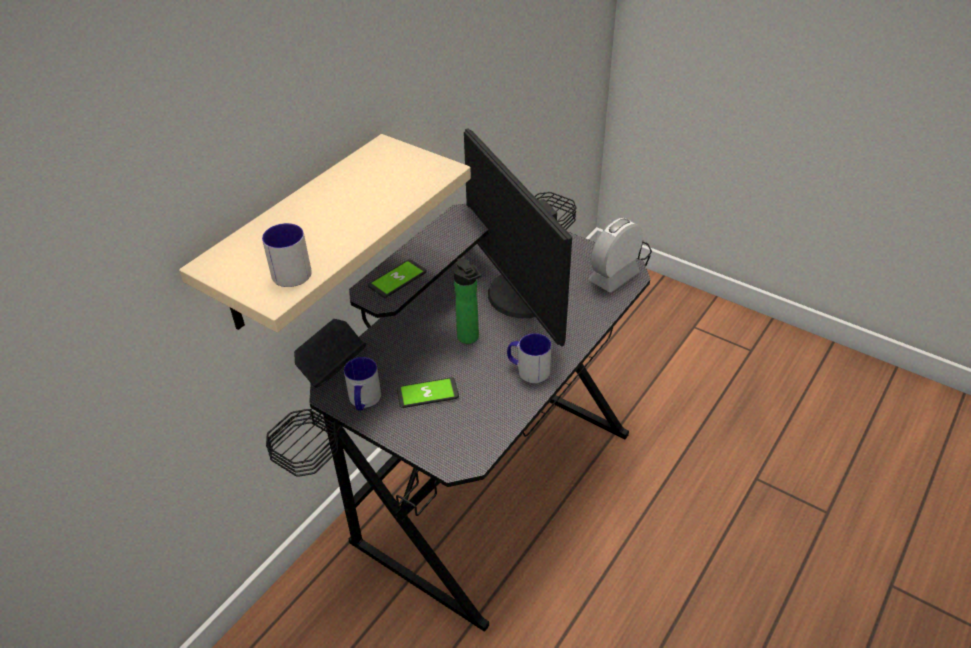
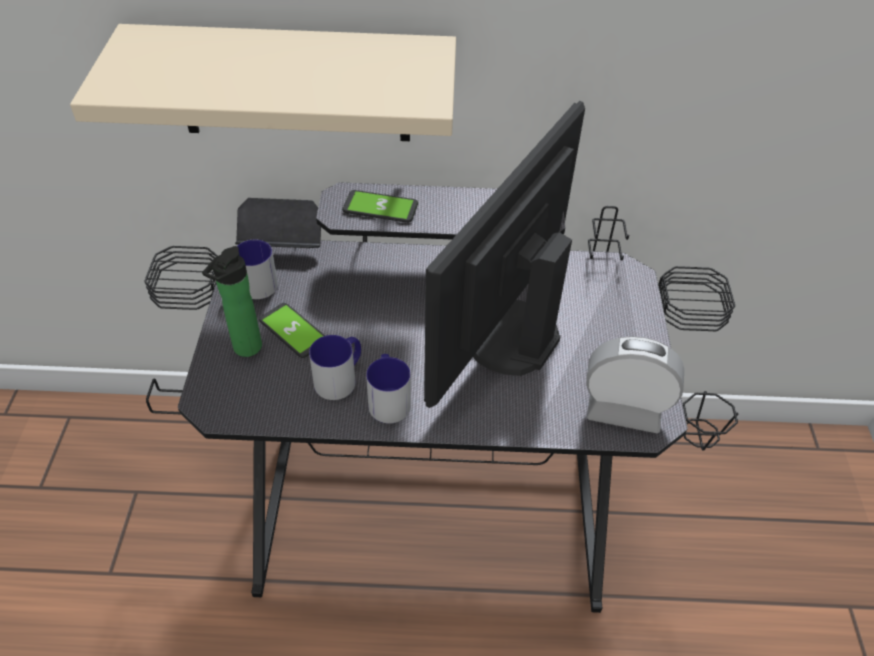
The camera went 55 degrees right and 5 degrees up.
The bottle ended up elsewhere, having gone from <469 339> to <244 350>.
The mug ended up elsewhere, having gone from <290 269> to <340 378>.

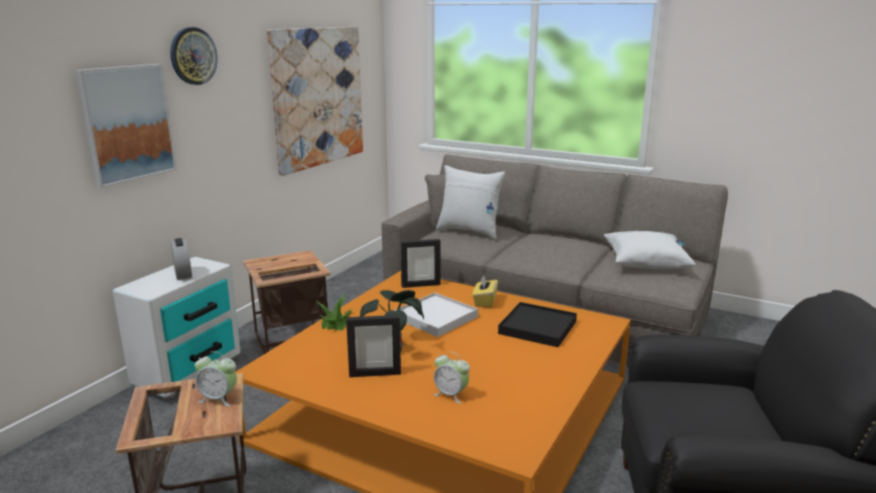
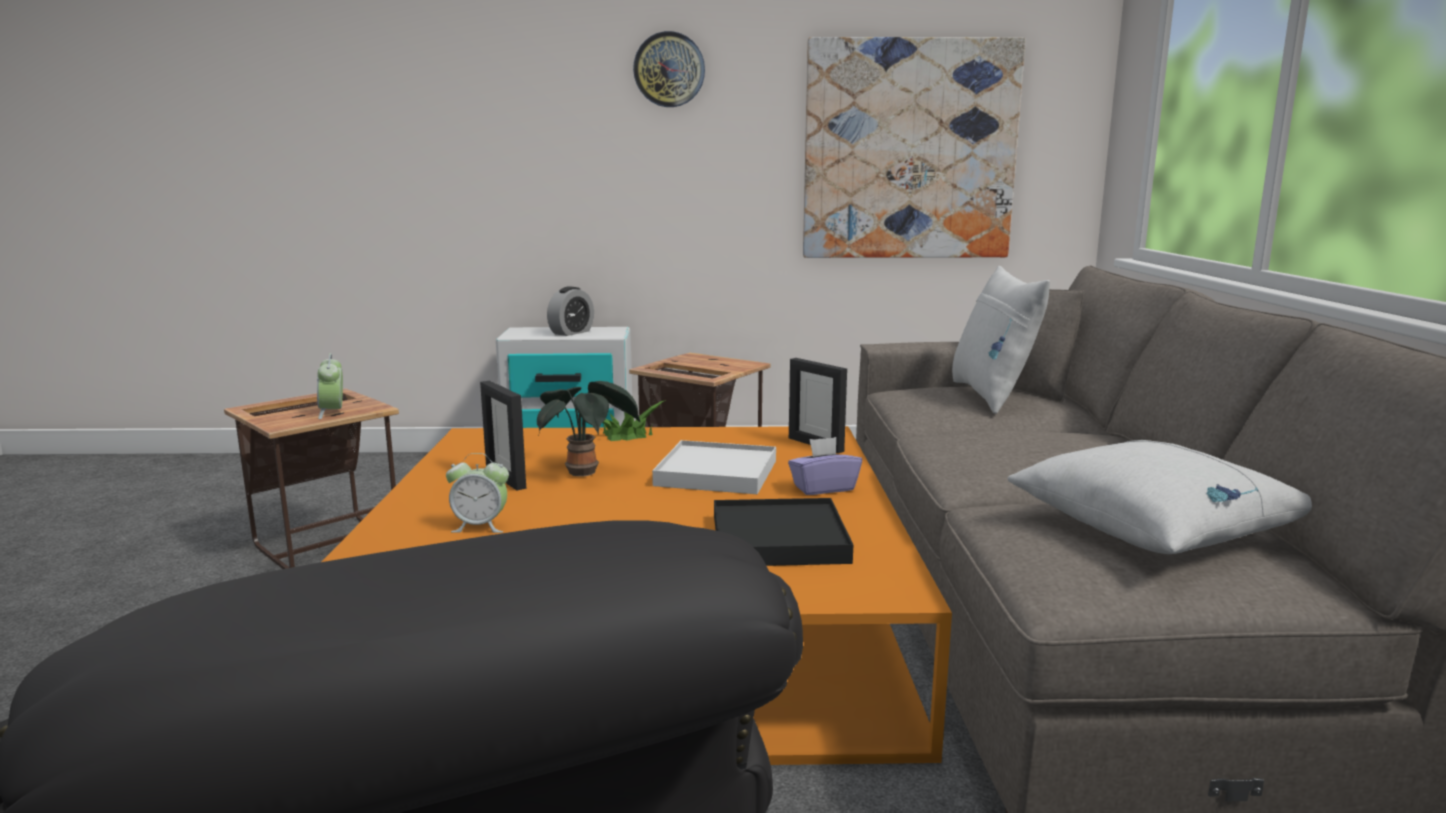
The camera went 60 degrees right and 5 degrees down.
The alarm clock at <451 395> ended up facing another way, 90 degrees counterclockwise from before.
What was the tissue box/yellow at <484 301> turned into the tissue box/purple at <823 488>.
The second view lost the picture at <127 123>.

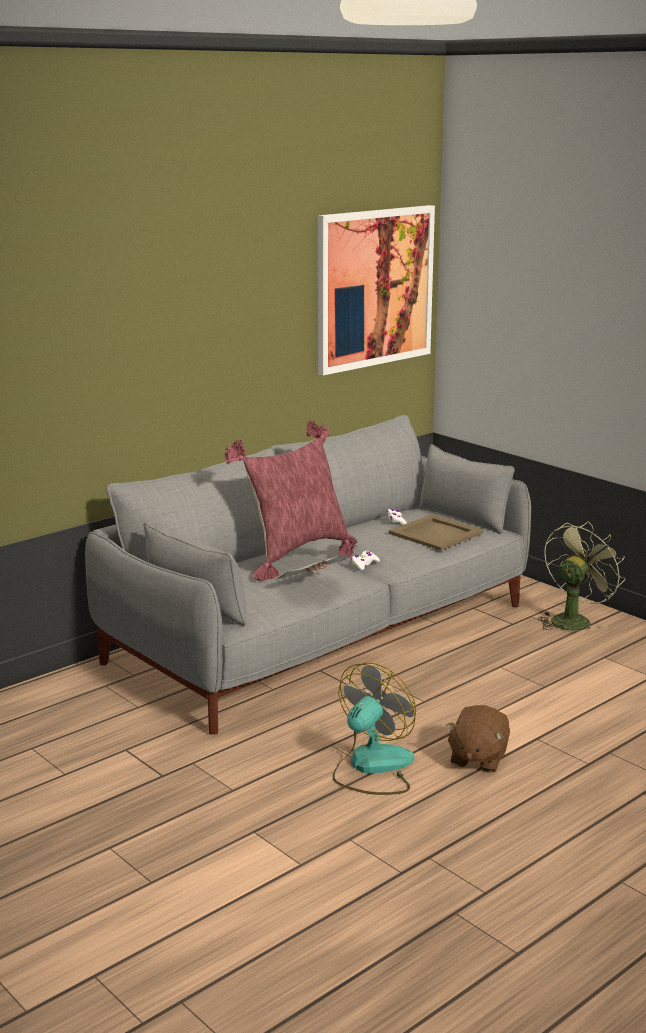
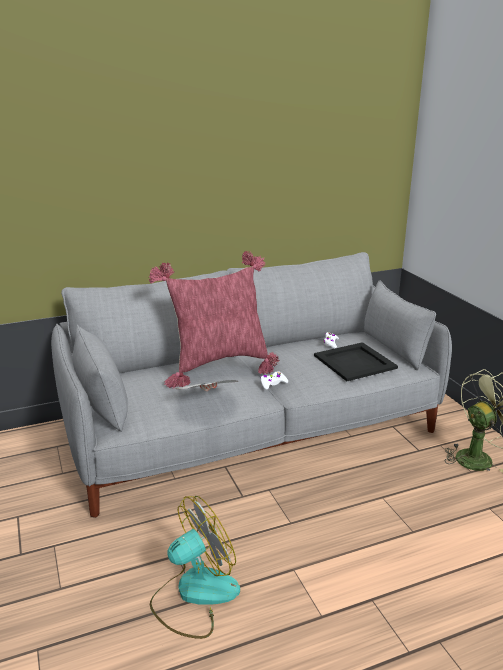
The camera went 20 degrees right and 5 degrees up.
What was the tray/beige at <436 533> turned into the tray/black at <355 362>.
The second view lost the picture at <374 288>.
The second view lost the plush toy/brown at <477 758>.

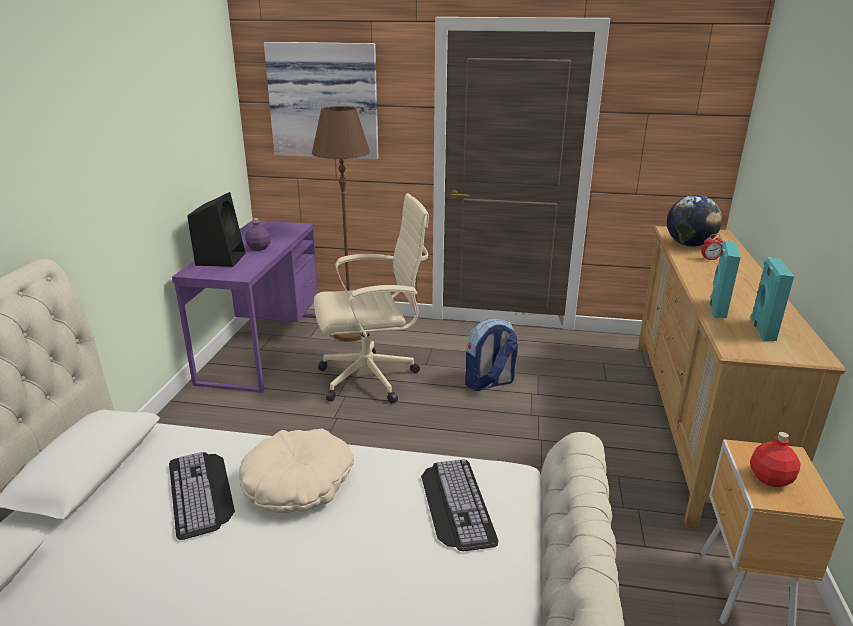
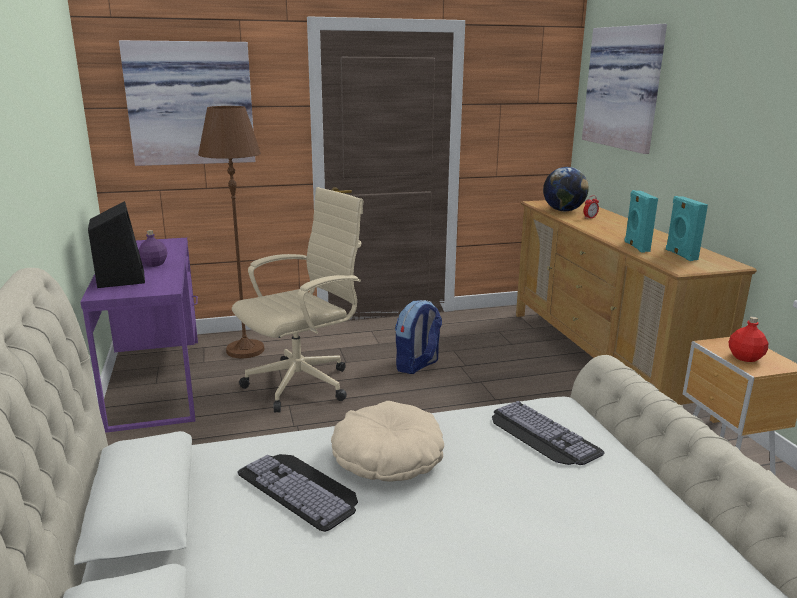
The camera went 25 degrees left and 5 degrees down.
The second view gained the picture at <626 87>.

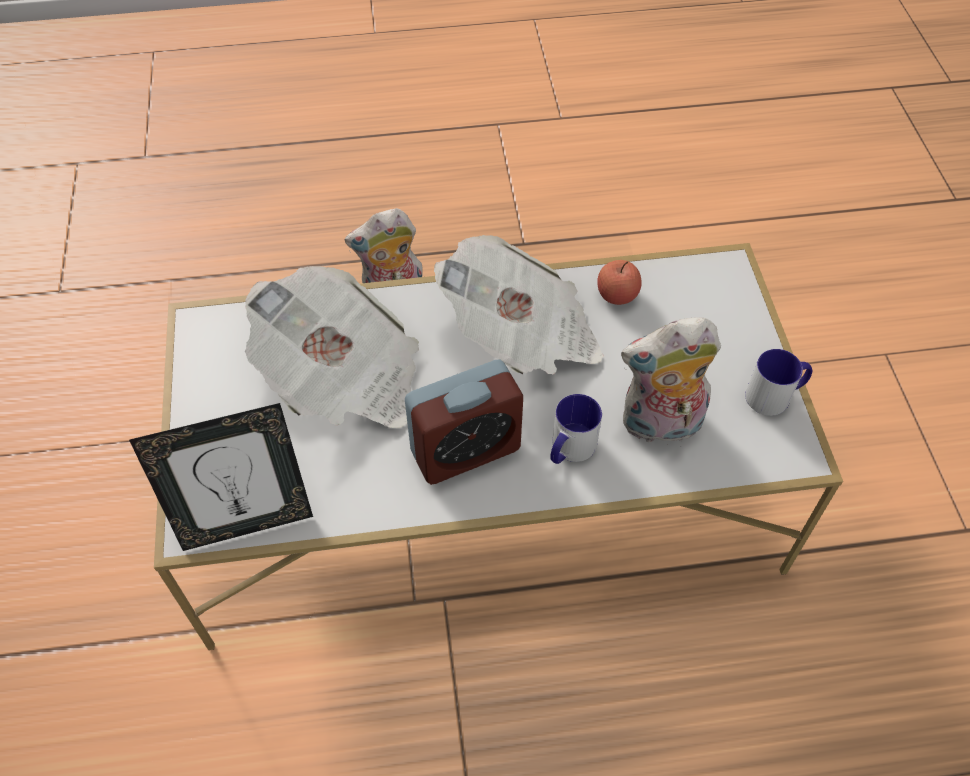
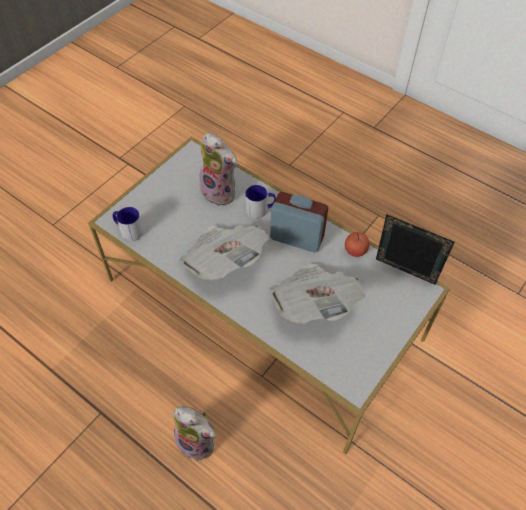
The camera went 135 degrees left and 0 degrees up.
The mug ended up elsewhere, having gone from <775 395> to <128 230>.
The apple ended up elsewhere, having gone from <617 295> to <355 250>.

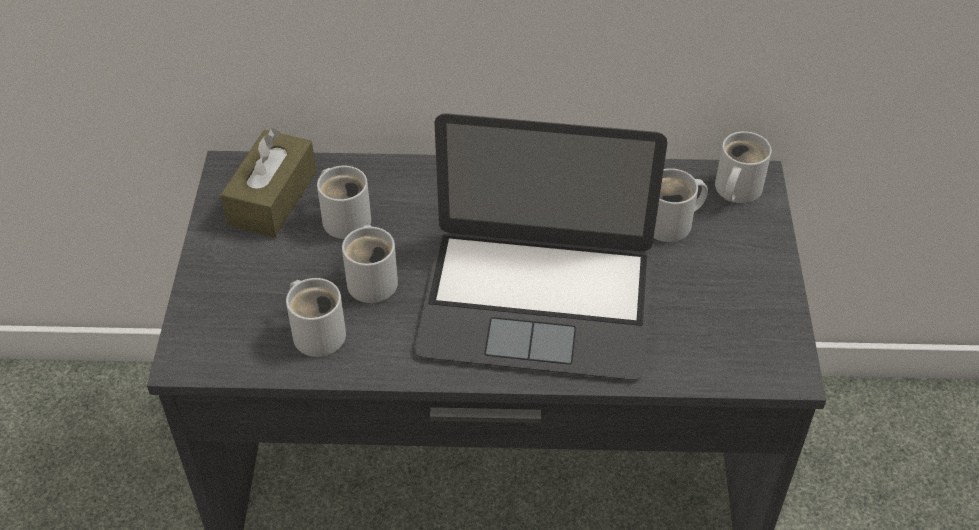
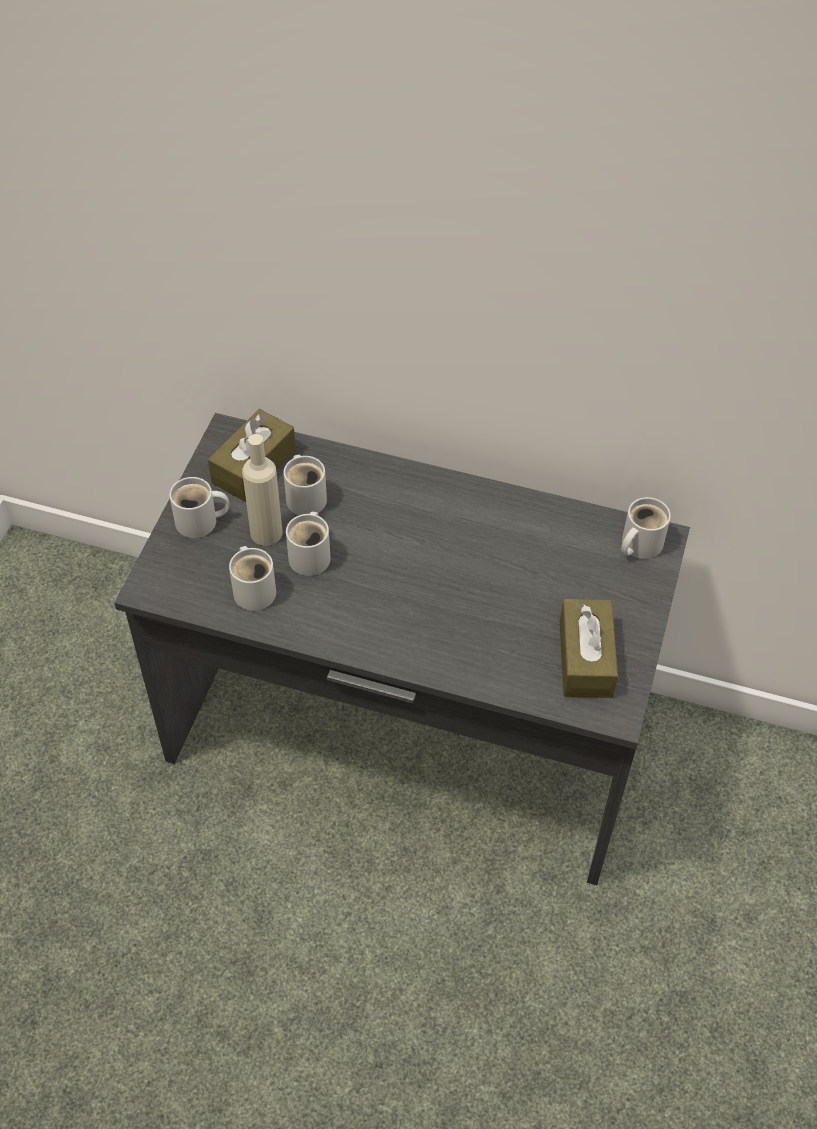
The camera went 15 degrees right and 5 degrees up.
The mug/white ended up elsewhere, having gone from <672 224> to <200 522>.
The second view gained the bottle/beige at <266 533>.
The second view gained the tissue box/brown at <585 658>.
The second view lost the laptop at <536 302>.

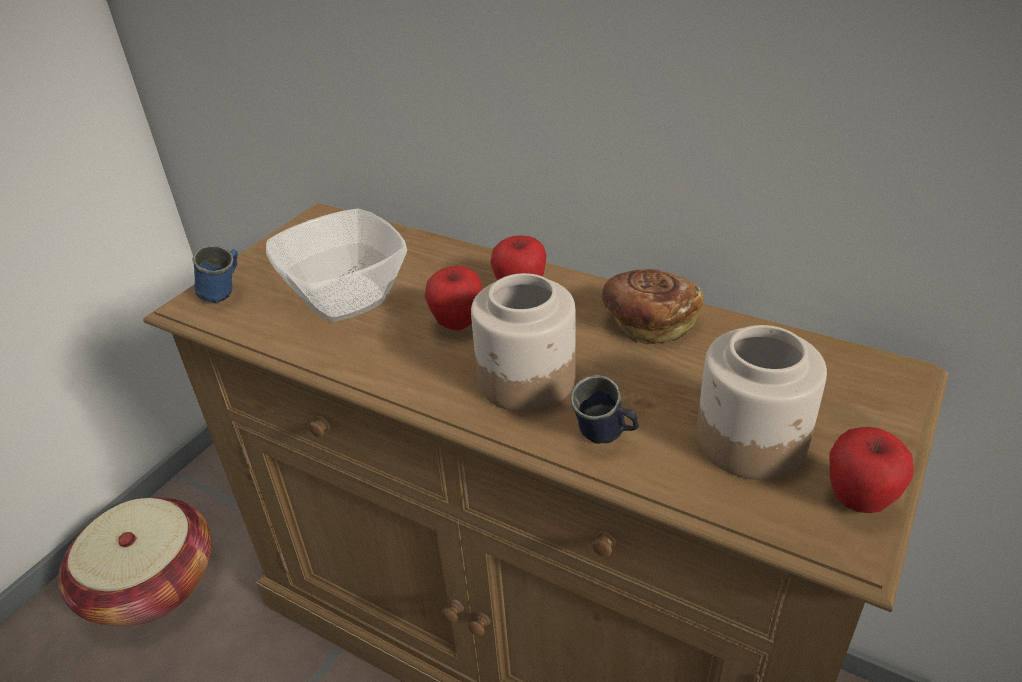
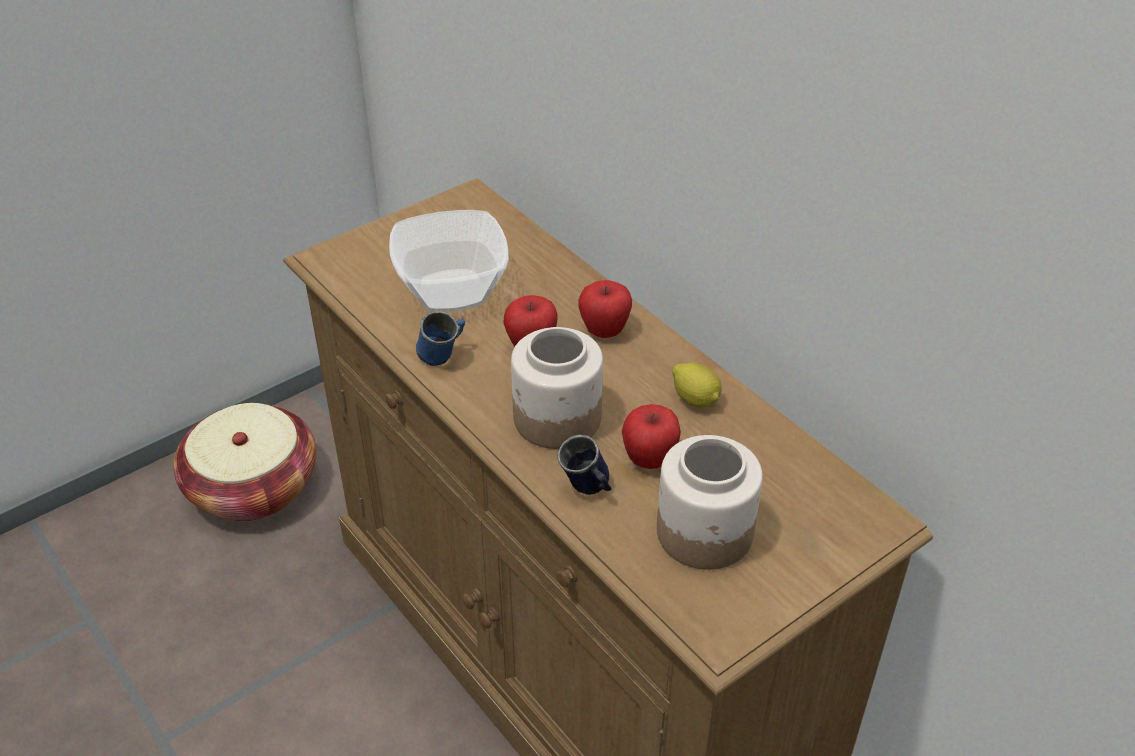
The camera went 20 degrees right and 5 degrees up.
The mug/blue ended up elsewhere, having gone from <225 293> to <444 357>.
The apple ended up elsewhere, having gone from <859 500> to <649 460>.
Where the bread stood at <648 323>, the lemon came to stand at <695 399>.

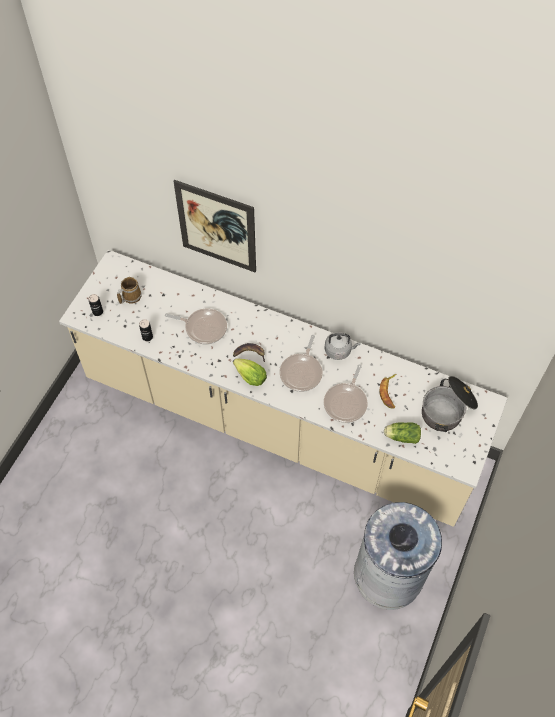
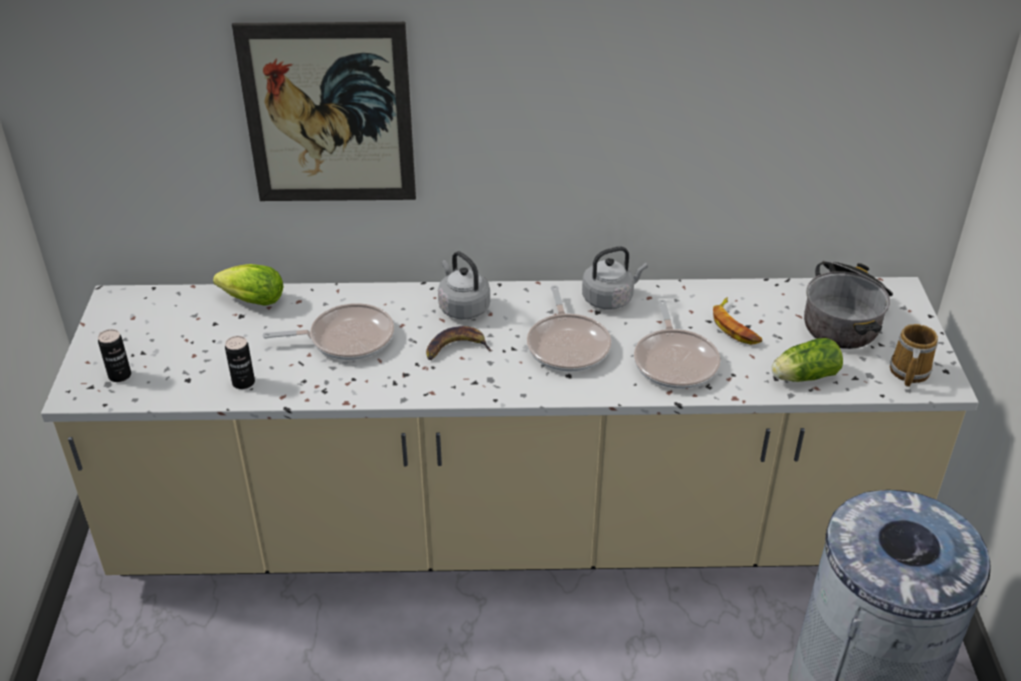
The camera went 25 degrees left and 20 degrees down.
The lettuce ended up elsewhere, having gone from <249 376> to <250 300>.
The second view gained the kettle/grey at <462 307>.
The mug ended up elsewhere, having gone from <130 296> to <907 372>.

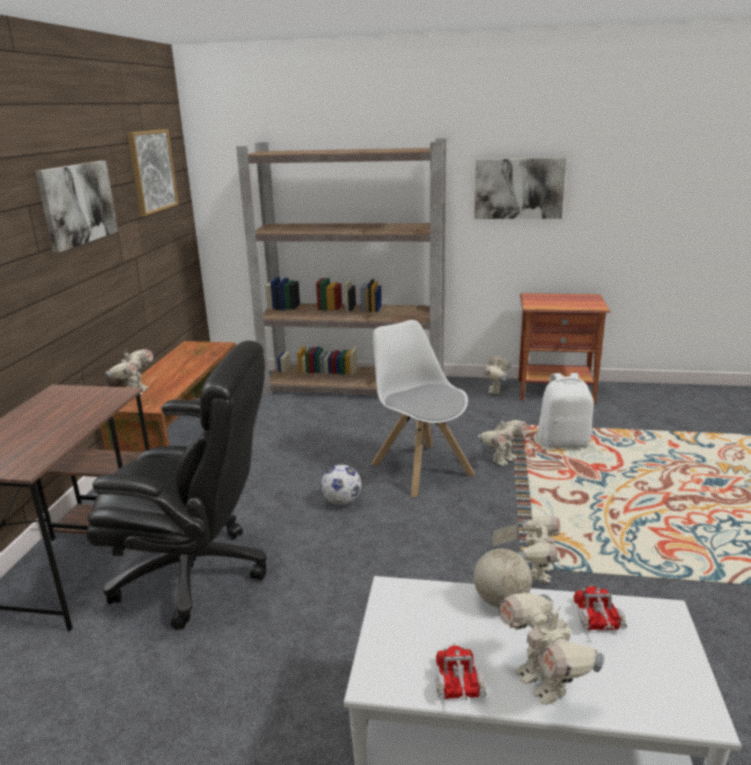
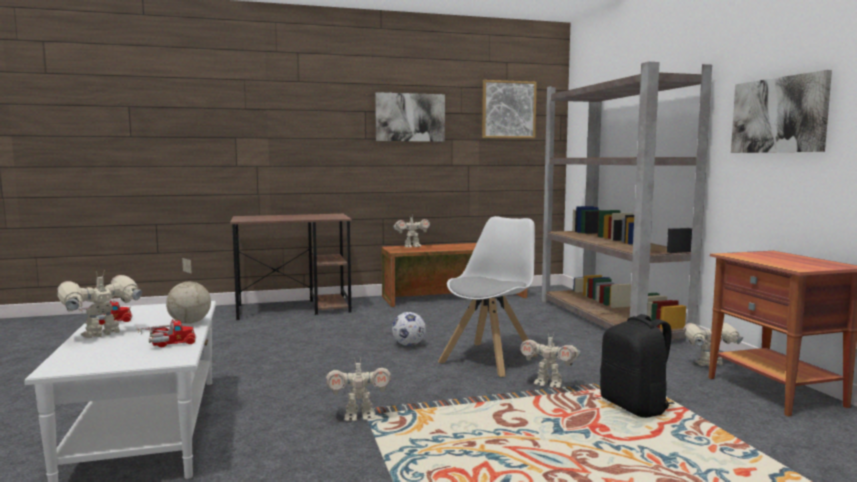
The camera went 65 degrees right and 15 degrees down.
What was the backpack/white at <563 442> turned into the backpack/black at <635 407>.
The second view lost the office chair/black at <198 577>.

